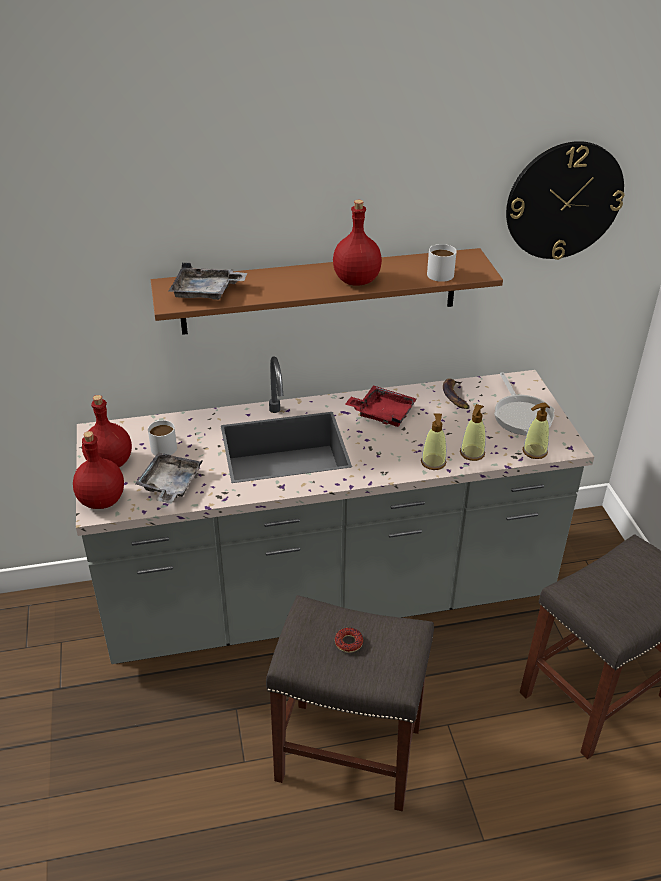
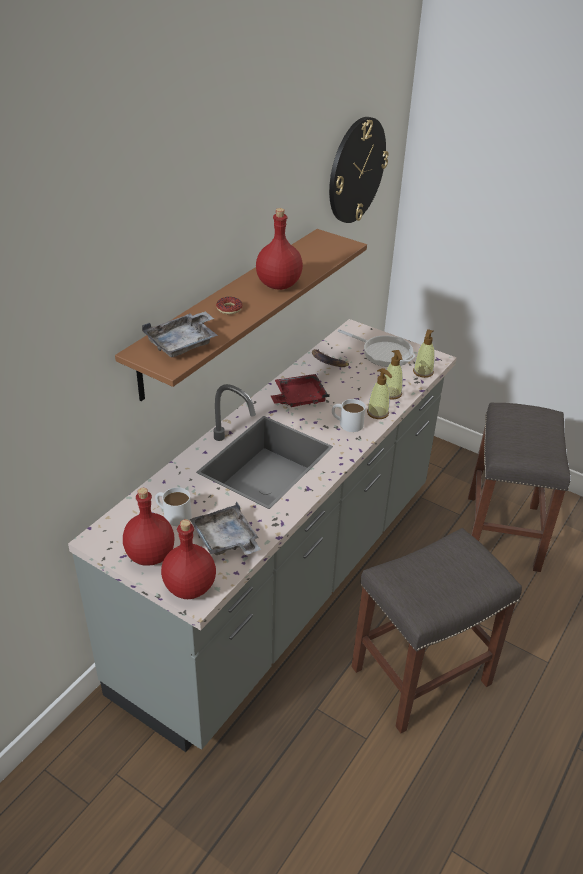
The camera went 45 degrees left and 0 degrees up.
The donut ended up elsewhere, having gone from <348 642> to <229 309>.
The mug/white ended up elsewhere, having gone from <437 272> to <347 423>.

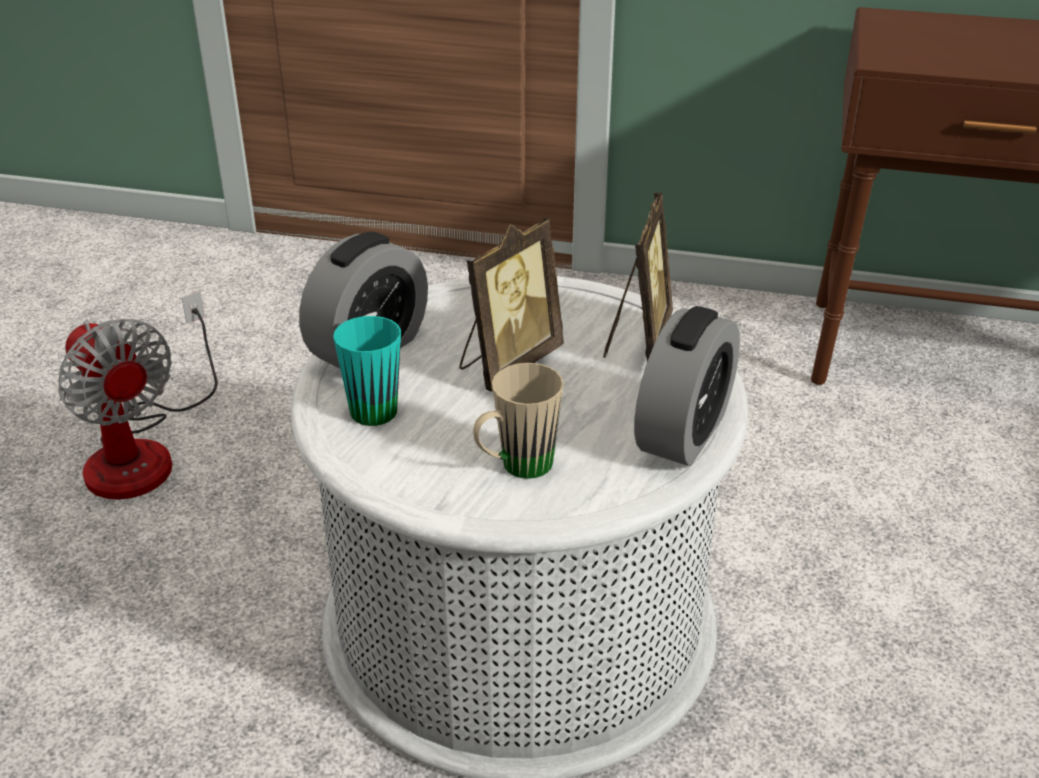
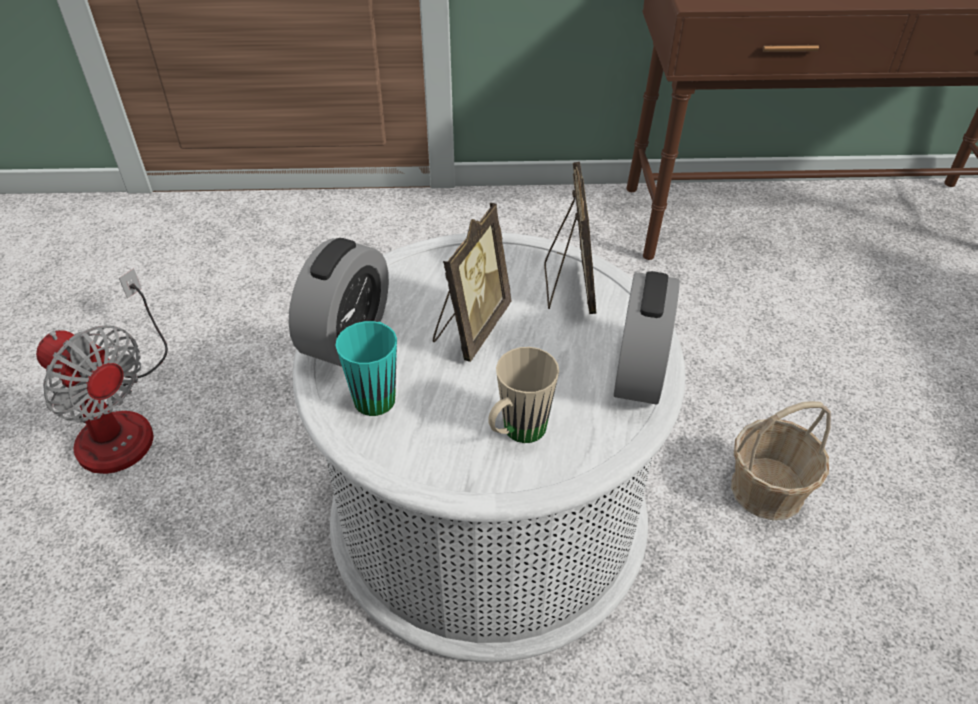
The camera went 15 degrees left and 10 degrees up.
The second view gained the basket at <768 489>.

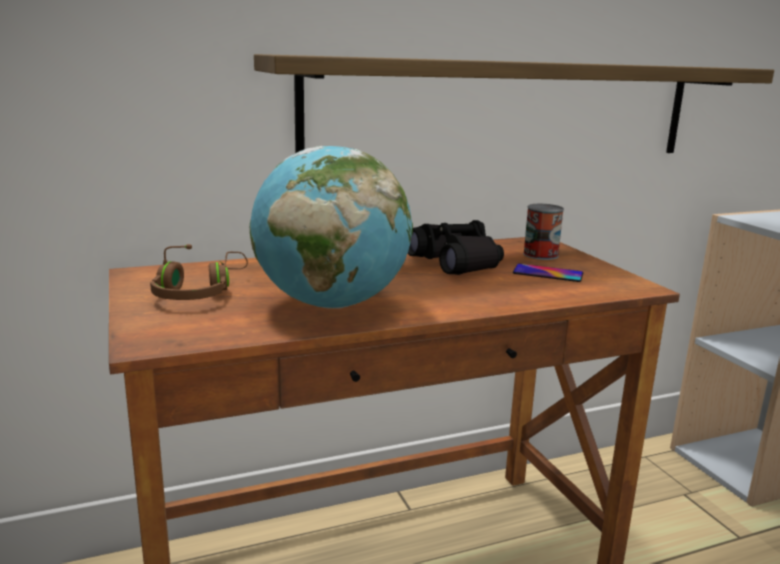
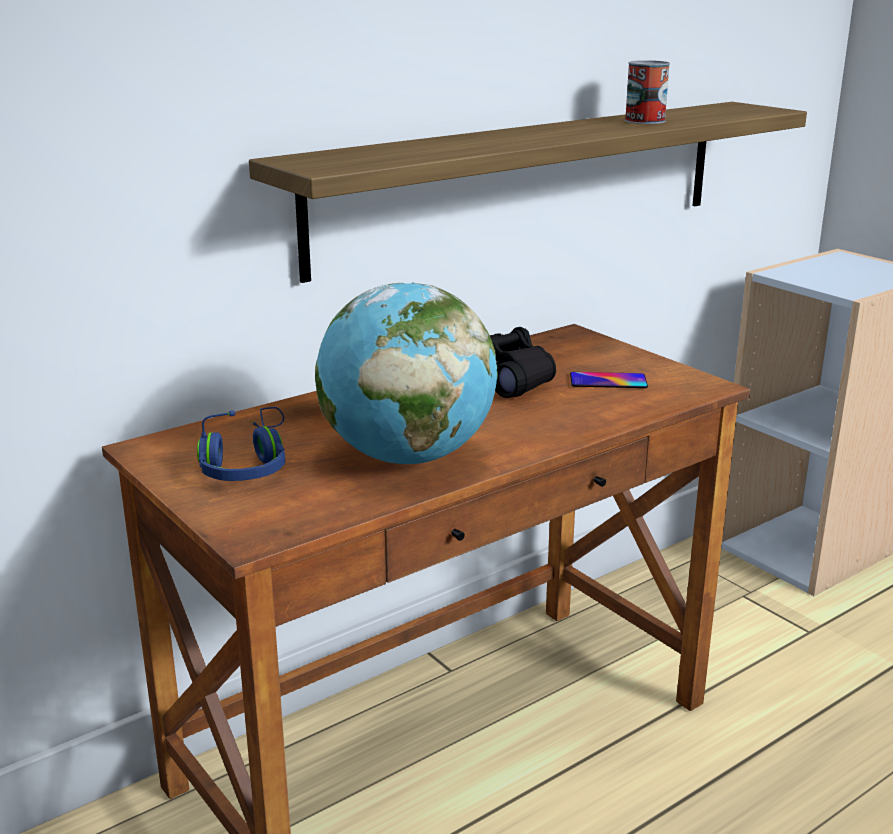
The camera went 15 degrees left and 5 degrees up.
What was the headphones/brown at <199 292> turned into the headphones/blue at <247 464>.
The can ended up elsewhere, having gone from <540 255> to <645 121>.

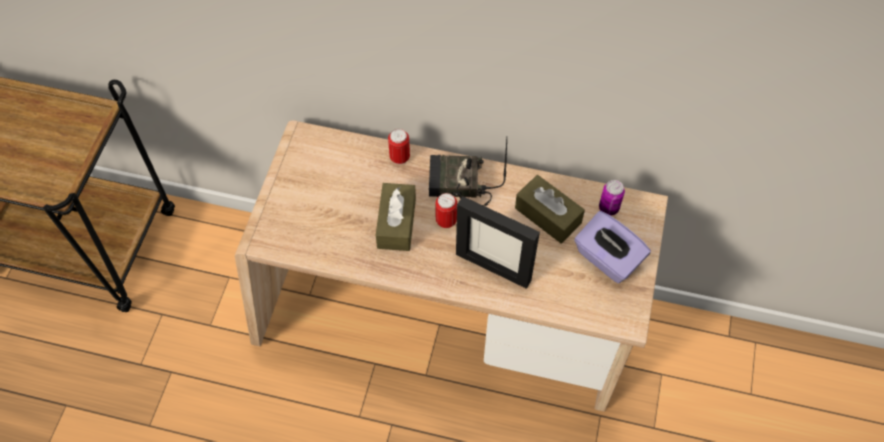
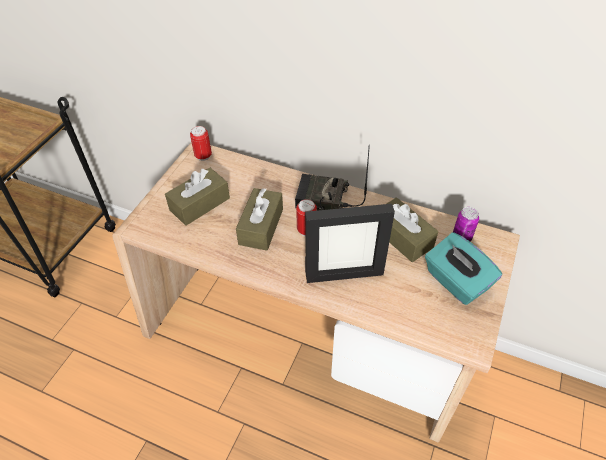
The camera went 10 degrees right and 10 degrees down.
The second view gained the tissue box/brown at <200 204>.
The can ended up elsewhere, having gone from <399 157> to <203 156>.
The picture frame at <494 266> ended up facing another way, 45 degrees counterclockwise from before.
What was the tissue box/purple at <607 259> turned into the tissue box/turquoise at <456 281>.

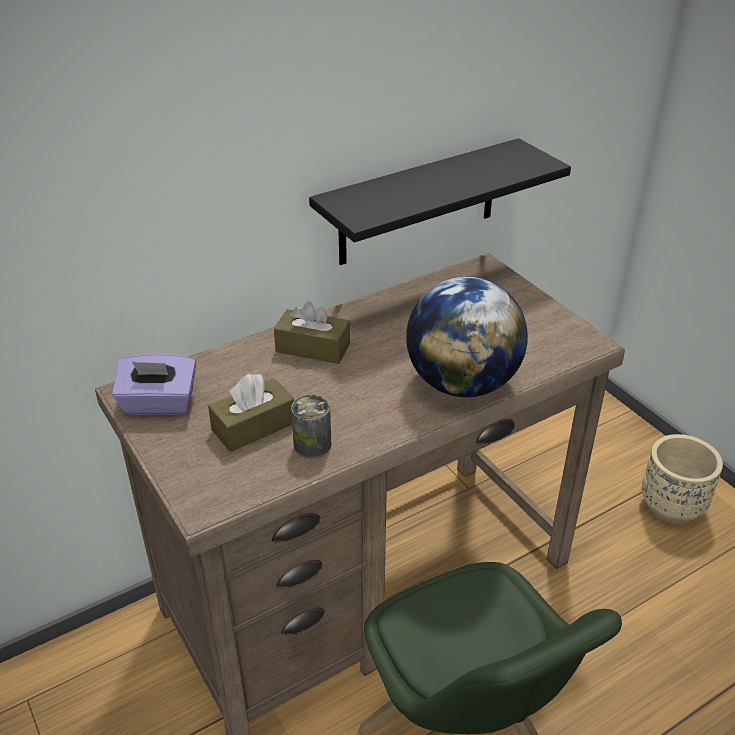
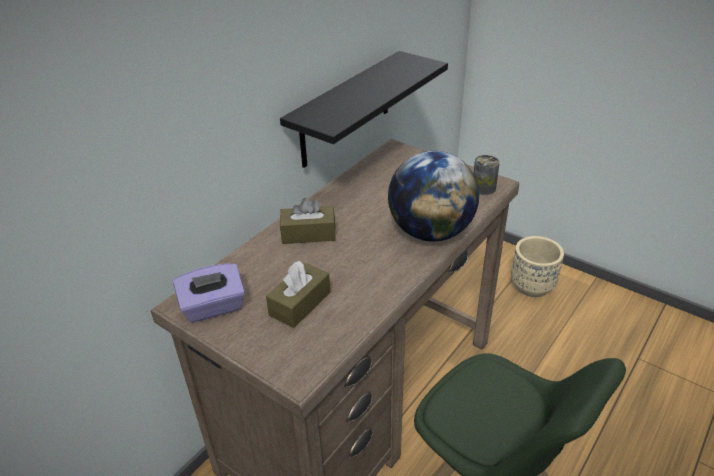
The camera went 20 degrees left and 0 degrees up.
The can ended up elsewhere, having gone from <312 445> to <483 188>.

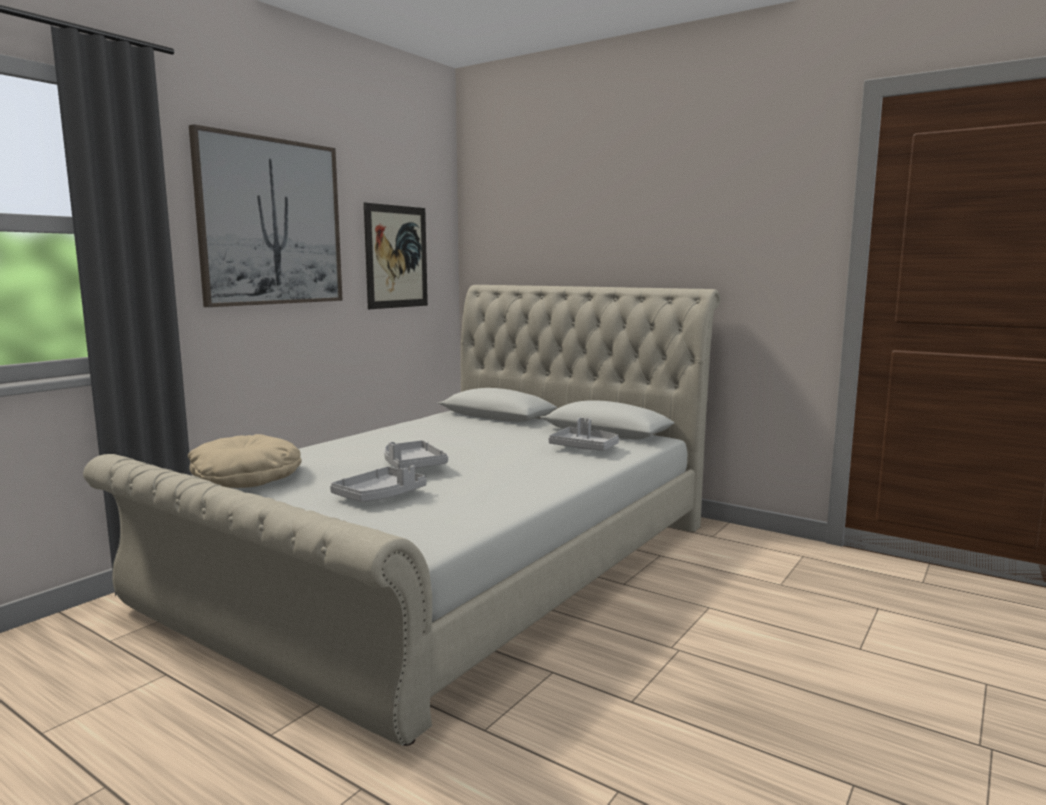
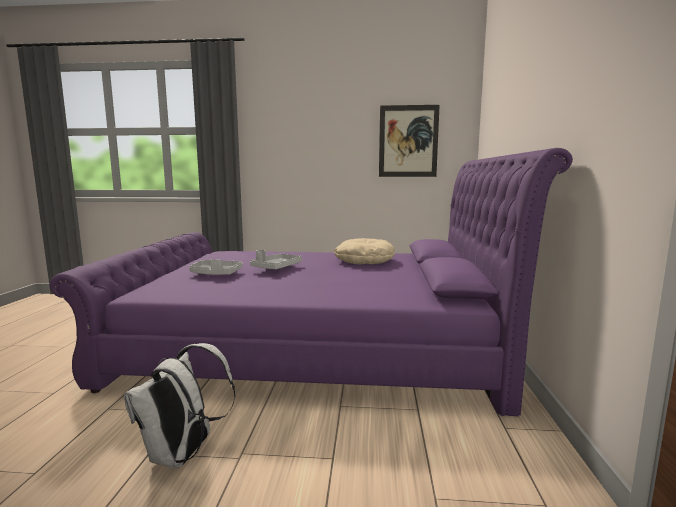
The camera went 60 degrees right and 0 degrees up.
What was the bed/beige at <453 561> turned into the bed/purple at <314 342>.
The second view gained the backpack/white at <183 455>.
The pillow/beige ended up elsewhere, having gone from <248 478> to <365 261>.
The second view lost the picture at <271 222>.
The second view lost the tray/grey at <584 448>.

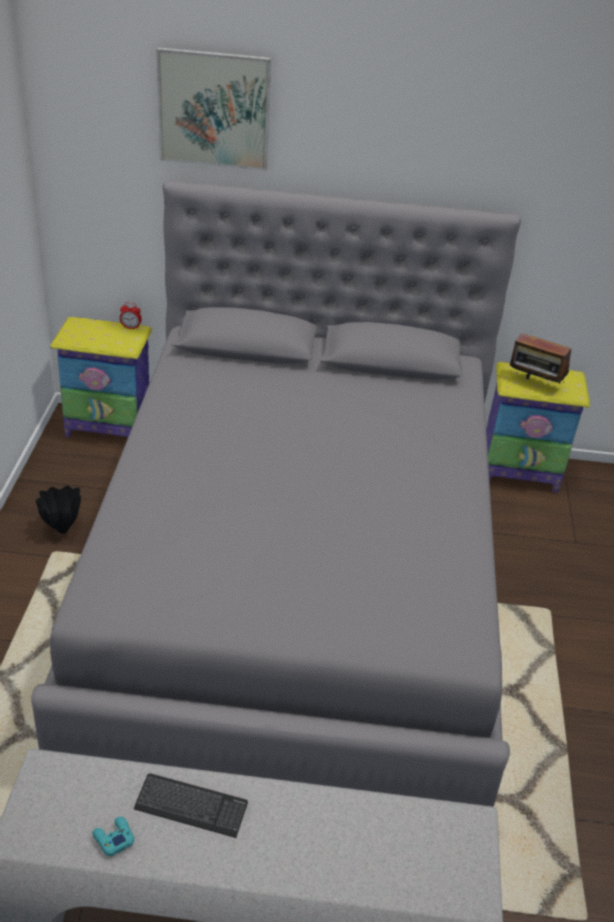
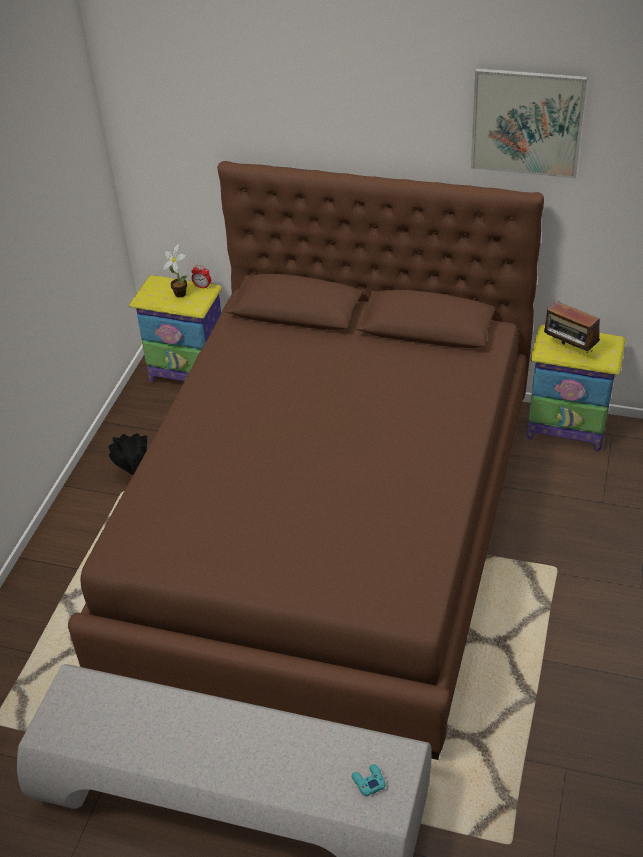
The camera went 15 degrees right and 5 degrees up.
What was the bed/grey at <298 583> turned into the bed/brown at <329 530>.
The second view gained the potted plant at <179 293>.
The game controller/turquoise ended up elsewhere, having gone from <113 838> to <368 782>.
The picture ended up elsewhere, having gone from <214 109> to <527 123>.
The second view lost the keyboard at <191 807>.

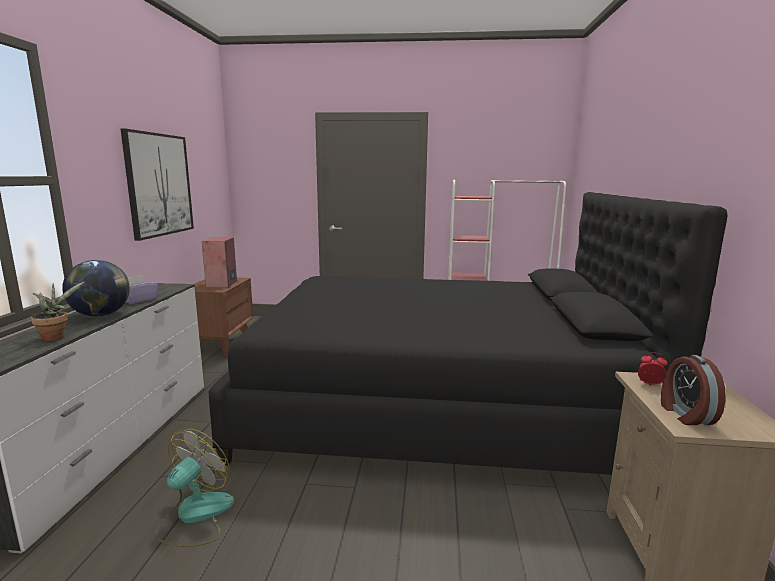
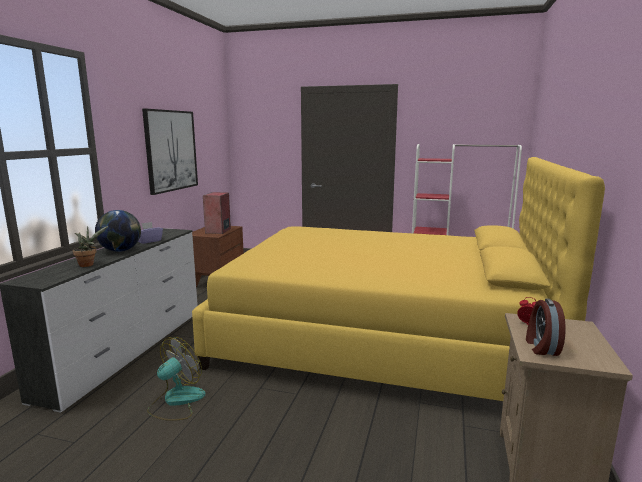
The camera went 10 degrees right and 0 degrees up.
What was the bed/black at <436 405> turned into the bed/yellow at <381 339>.

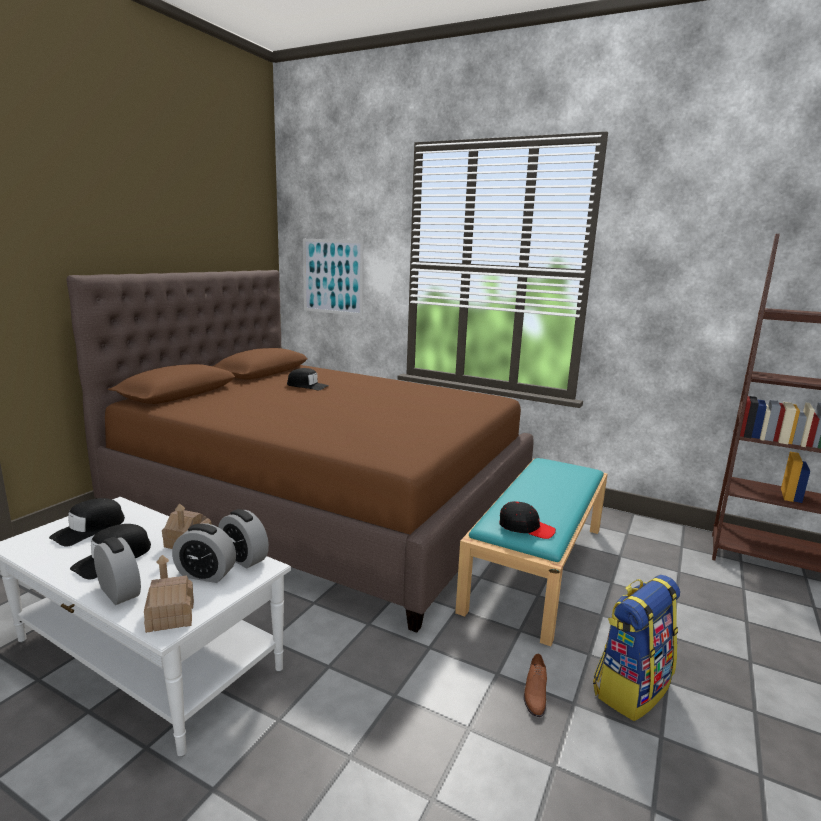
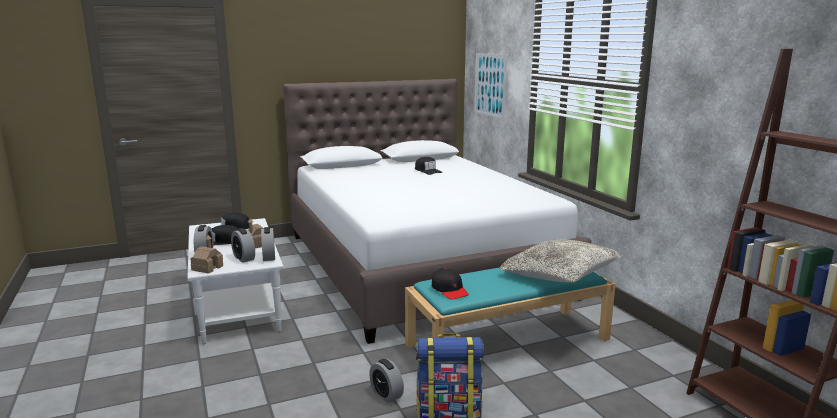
The camera went 40 degrees right and 0 degrees up.
What was the bed/brown at <324 505> turned into the bed/white at <419 264>.
Where the shoe/brown stood at <534 692>, the alarm clock came to stand at <386 394>.
The second view gained the pillow/beige at <559 276>.

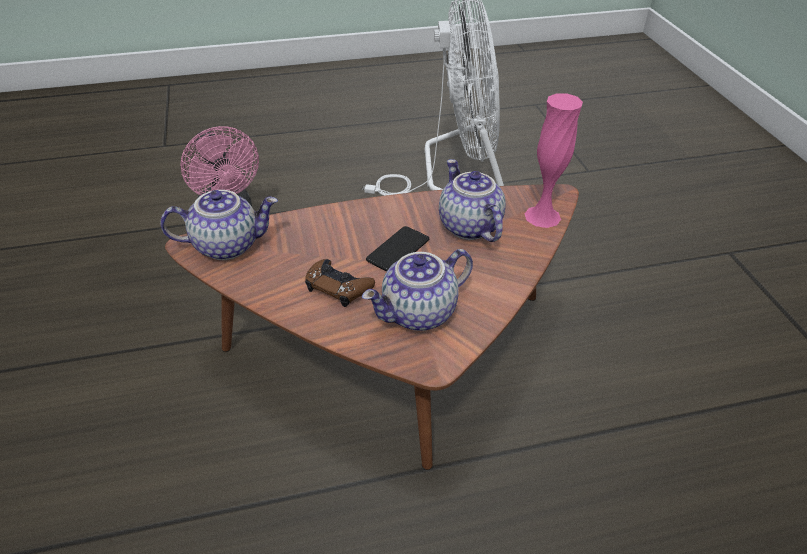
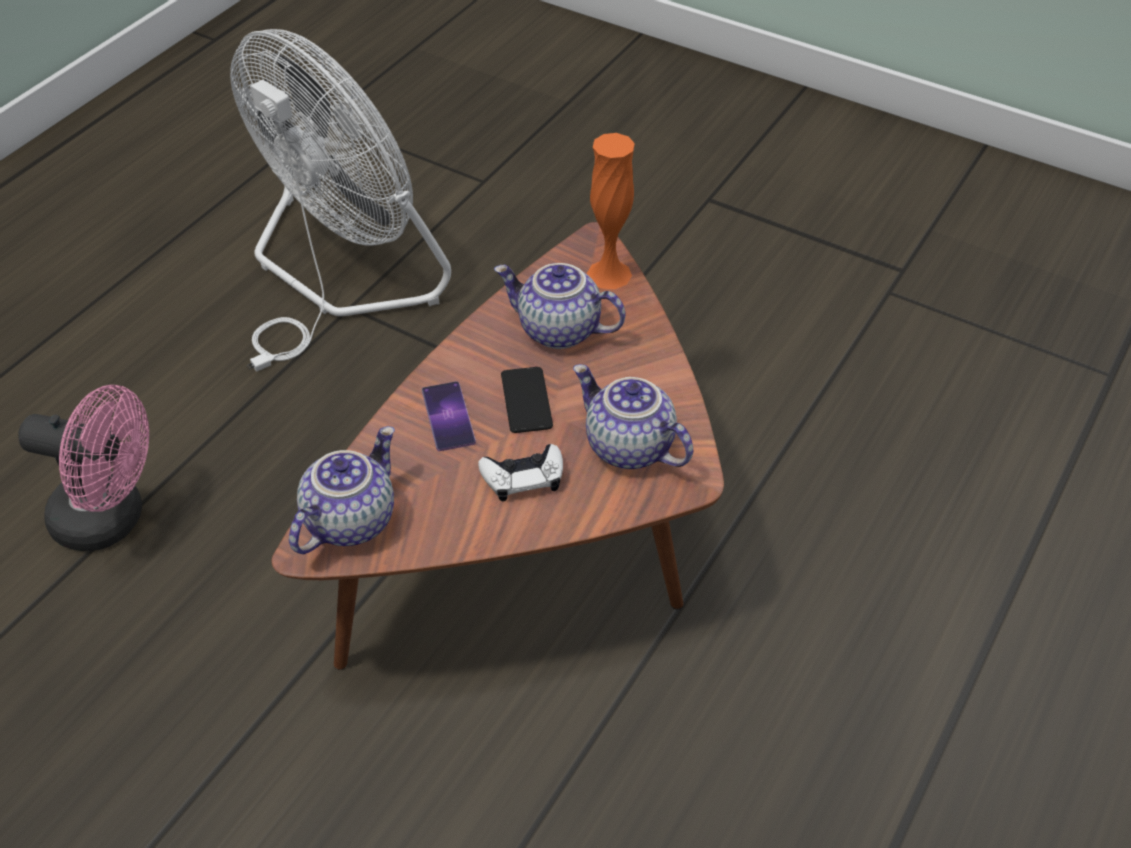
The camera went 45 degrees left and 5 degrees up.
The second view gained the phone at <448 416>.
What was the game controller/brown at <338 287> turned into the game controller/white at <523 477>.
The teapot at <419 314> ended up facing another way, 120 degrees clockwise from before.
What was the vase/pink at <542 216> turned into the vase/orange at <609 274>.

